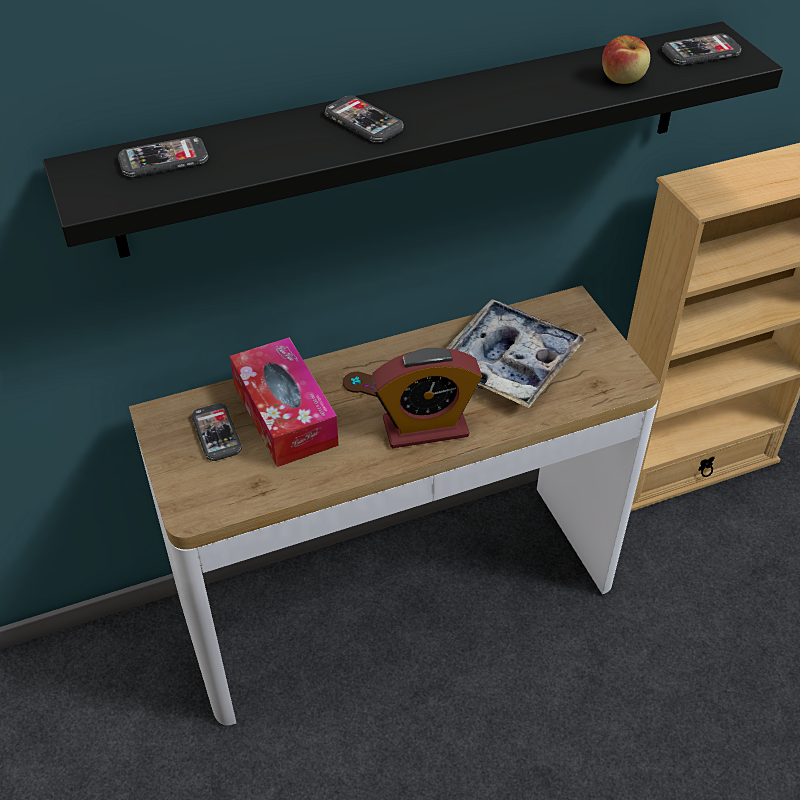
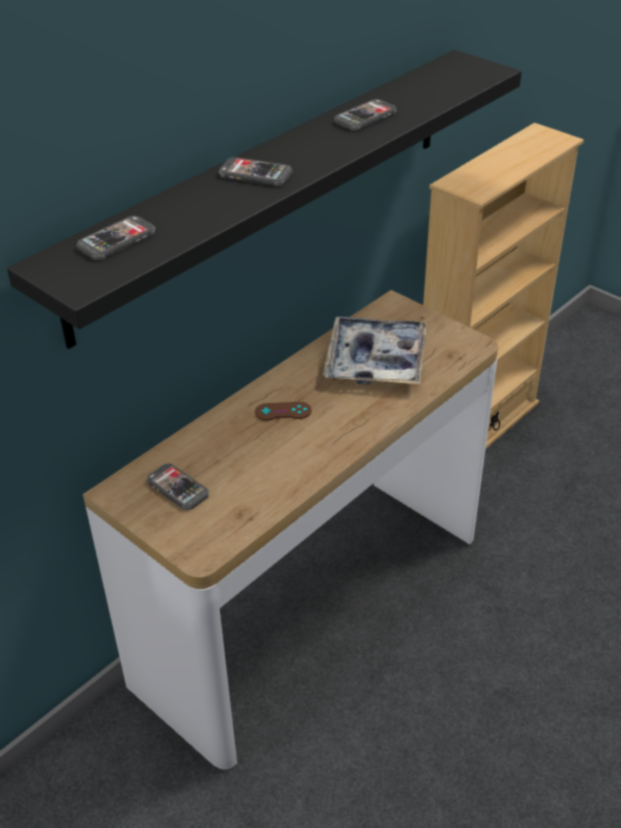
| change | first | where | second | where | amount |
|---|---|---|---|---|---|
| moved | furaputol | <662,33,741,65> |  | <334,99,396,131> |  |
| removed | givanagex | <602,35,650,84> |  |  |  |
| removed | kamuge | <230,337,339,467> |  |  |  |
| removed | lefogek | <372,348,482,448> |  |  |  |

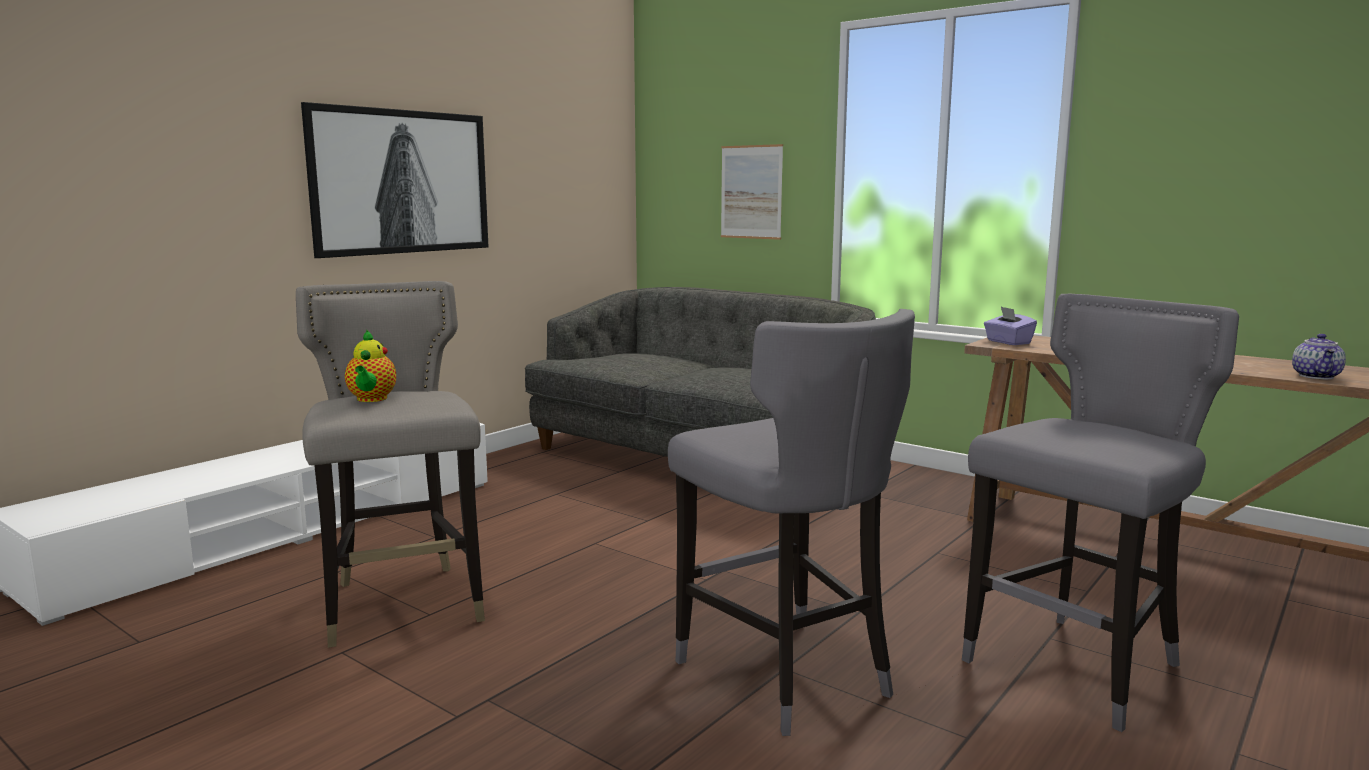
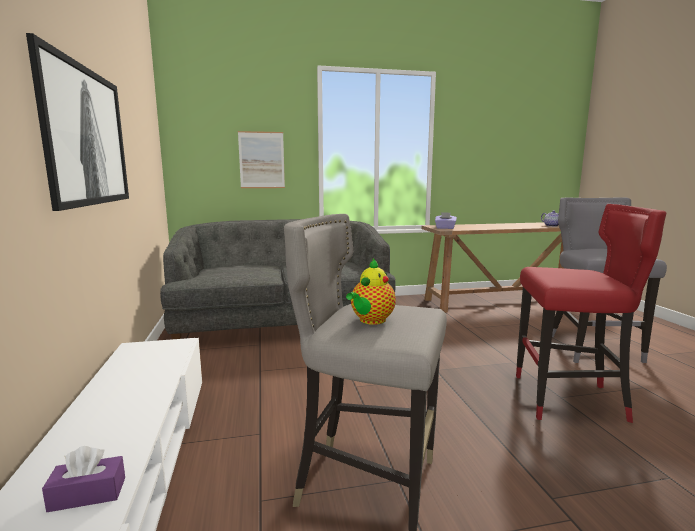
| change | first | where | second | where | amount |
|---|---|---|---|---|---|
| recoloured | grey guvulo | <668,309,915,736> | red guvulo | <516,204,666,423> |  |
| turned | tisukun | <345,330,396,402> |  | <346,259,396,325> | 90 degrees clockwise |
| added |  |  | purple kamuge | <42,446,125,512> |  |

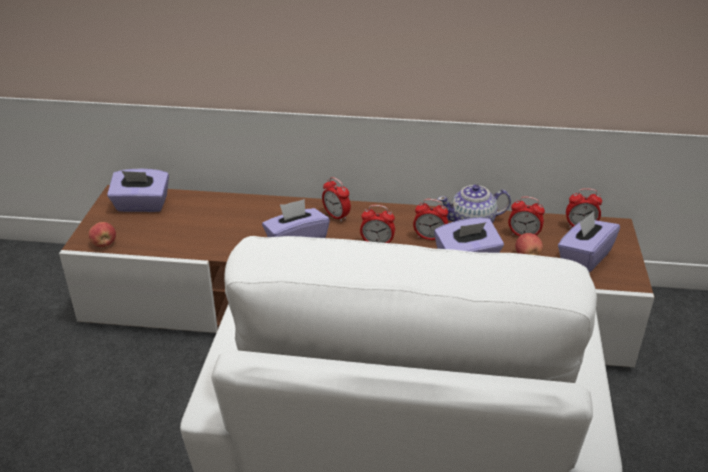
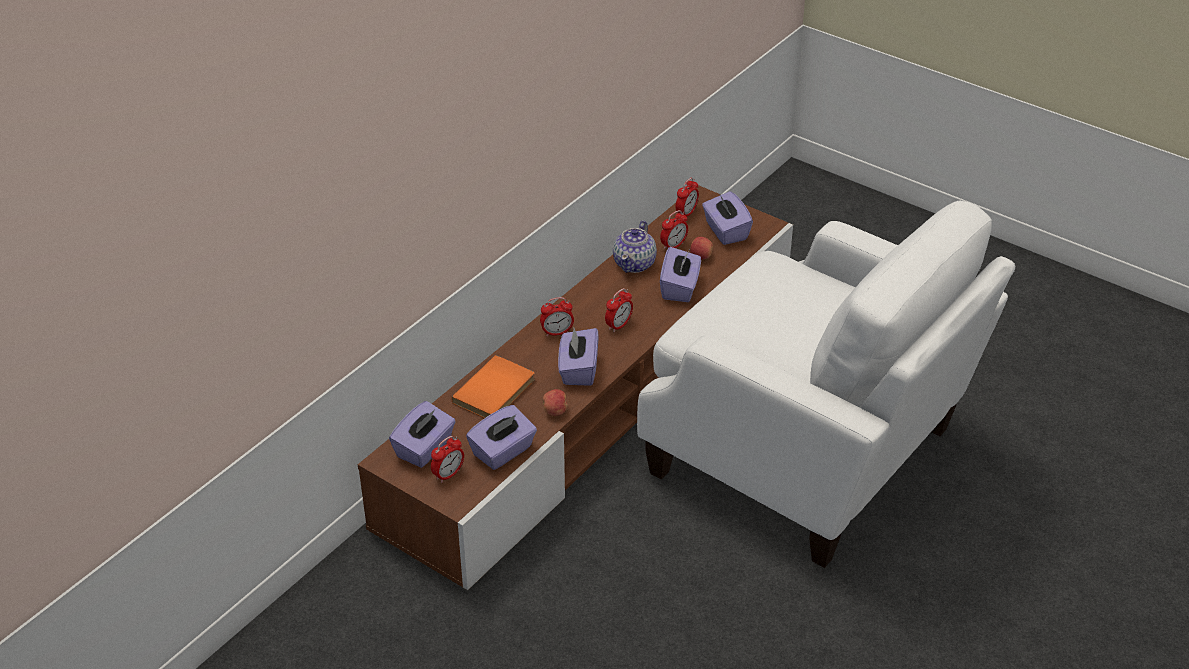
| change | first | where | second | where | amount |
|---|---|---|---|---|---|
| moved | lefogek | <413,199,448,240> |  | <431,436,464,483> |  |
| moved | givanagex | <89,222,116,247> |  | <543,389,568,416> |  |
| added |  |  | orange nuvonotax | <451,355,535,418> |  |
| added |  |  | purple kamuge | <466,405,537,470> |  |

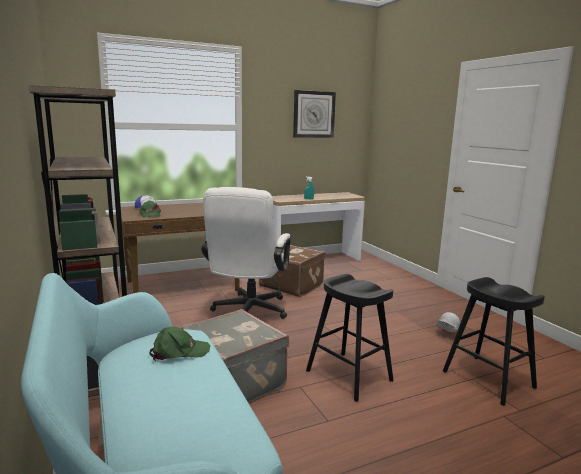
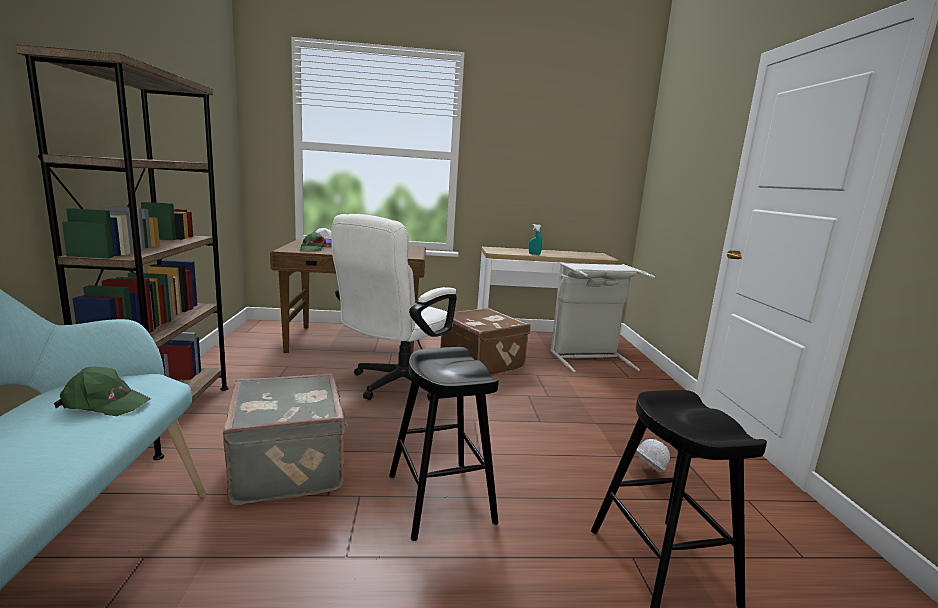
| change | first | where | second | where | amount |
|---|---|---|---|---|---|
| removed | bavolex | <293,90,336,138> |  |  |  |
| added |  |  | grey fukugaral | <550,262,655,373> |  |

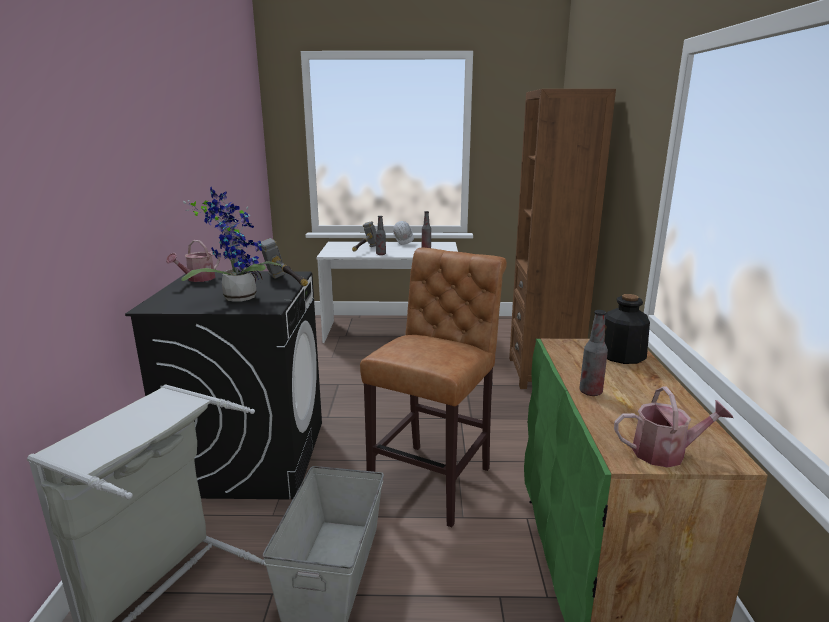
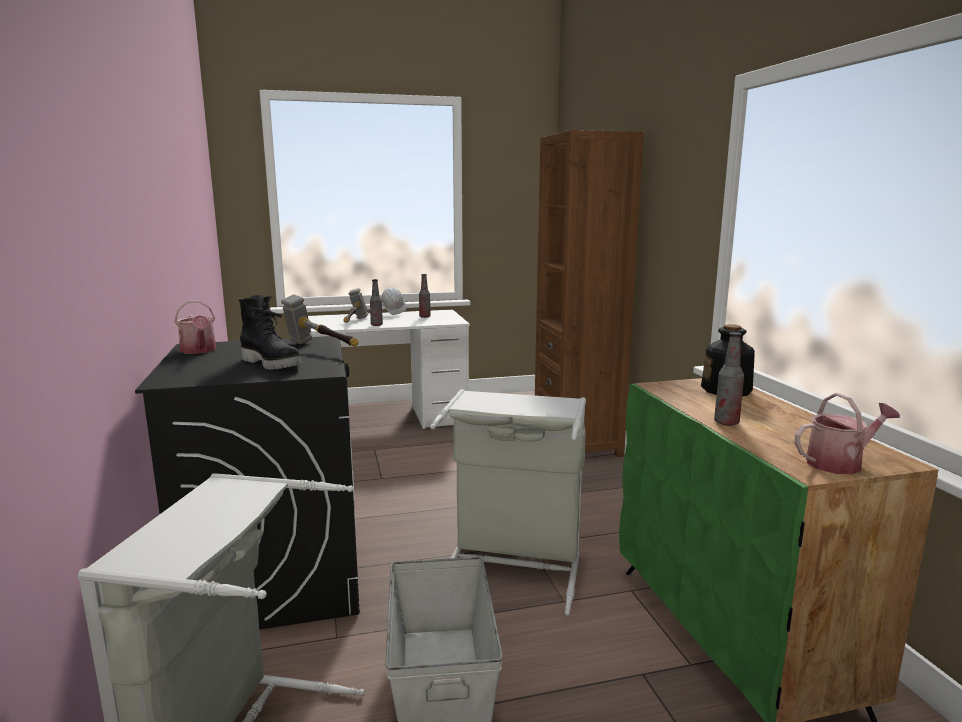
| change | first | where | second | where | amount |
|---|---|---|---|---|---|
| replaced | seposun | <182,186,283,302> | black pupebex | <239,295,302,370> |  |
| turned | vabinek | <166,240,220,282> |  | <174,301,216,354> | 45 degrees counterclockwise |
| replaced | brown guvulo | <360,248,507,527> | grey fukugaral | <430,389,586,616> |  |

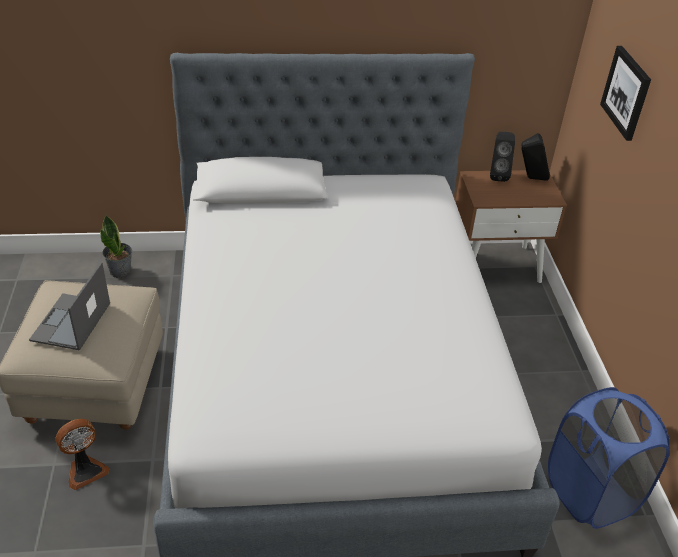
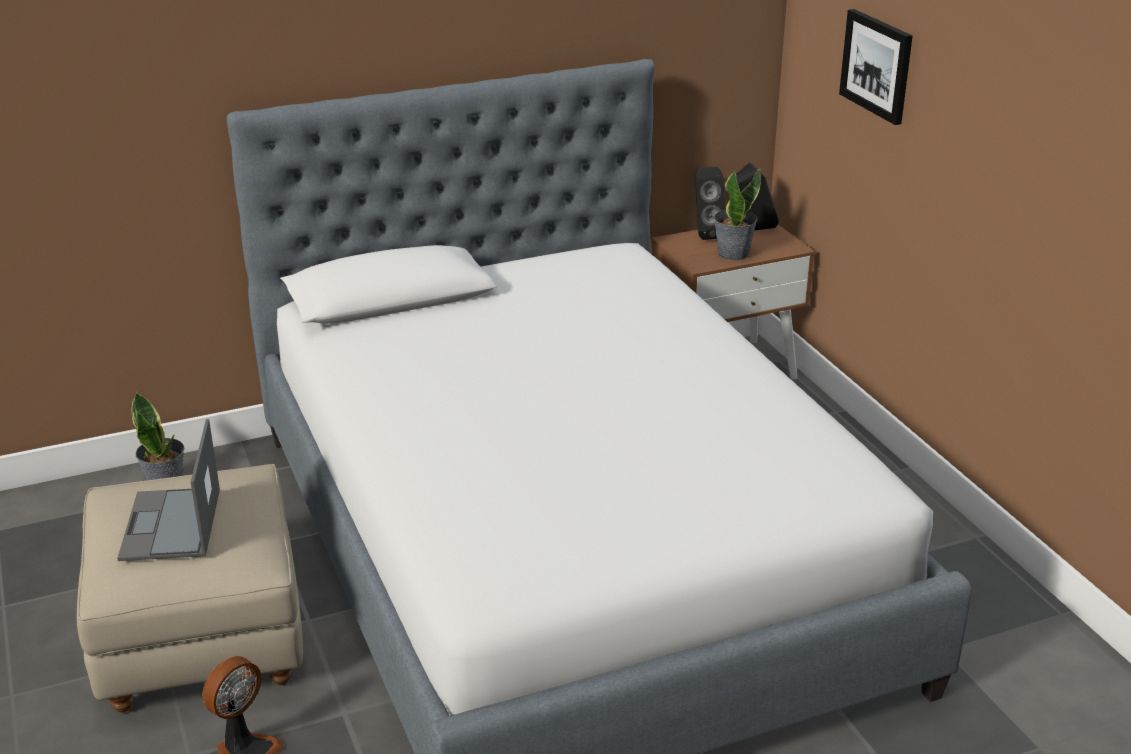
| change | first | where | second | where | amount |
|---|---|---|---|---|---|
| removed | blue fukugaral | <548,387,670,529> |  |  |  |
| added |  |  | seposun | <714,168,761,261> |  |

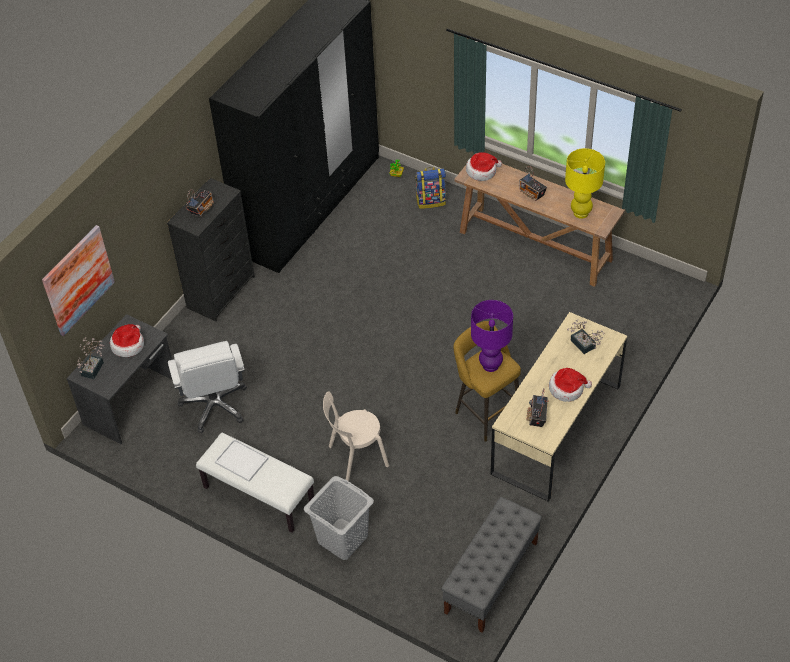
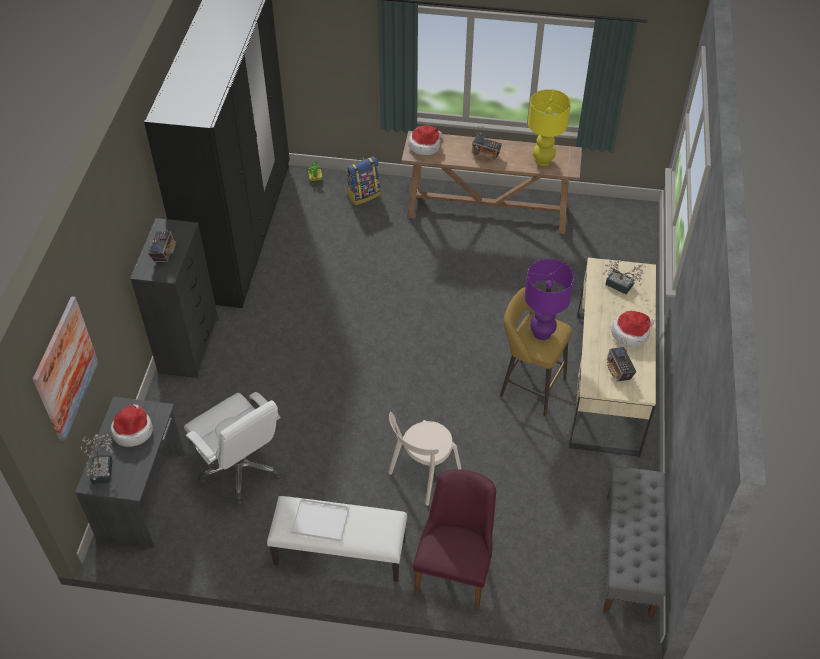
| change | first | where | second | where | amount |
|---|---|---|---|---|---|
| replaced | grey fukugaral | <304,476,374,560> | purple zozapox | <412,469,496,610> |  |

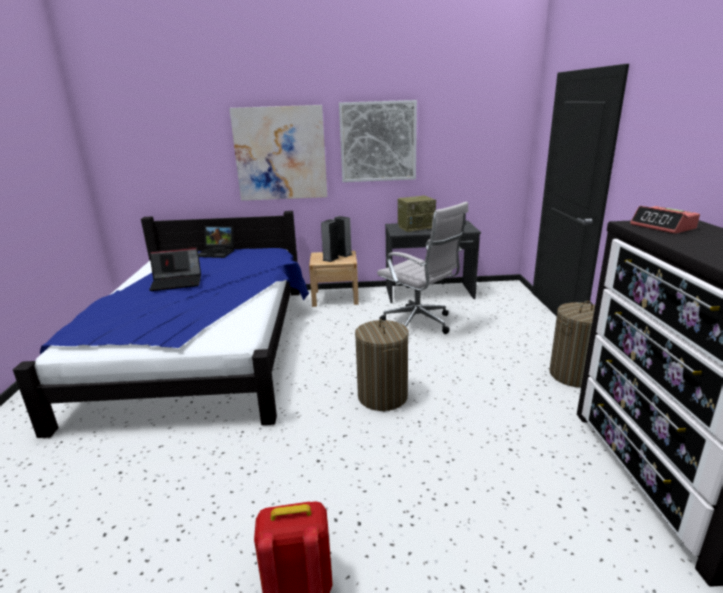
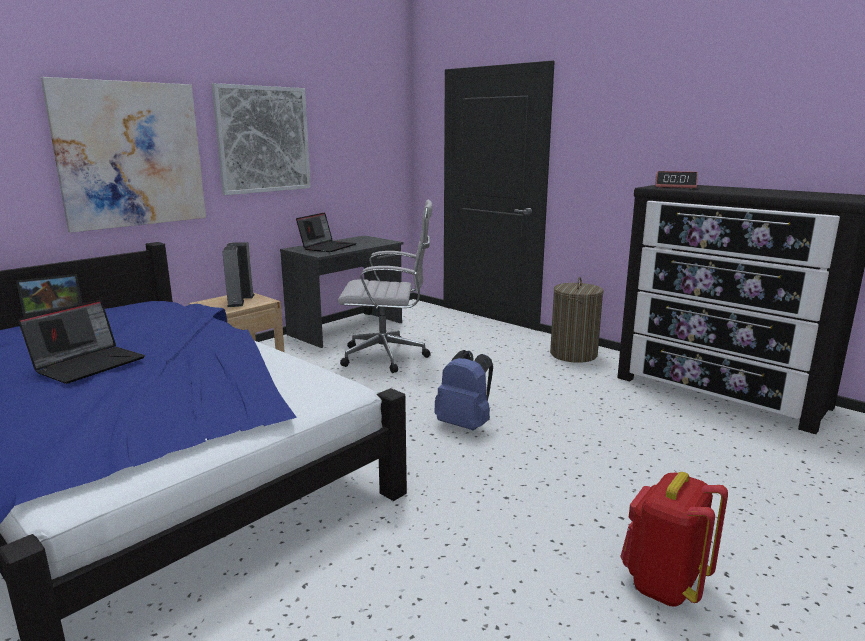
| change | first | where | second | where | amount |
|---|---|---|---|---|---|
| replaced | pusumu | <398,195,436,232> | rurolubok | <296,212,356,252> |  |
| replaced | fukugaral | <355,319,409,411> | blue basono | <434,350,493,430> |  |

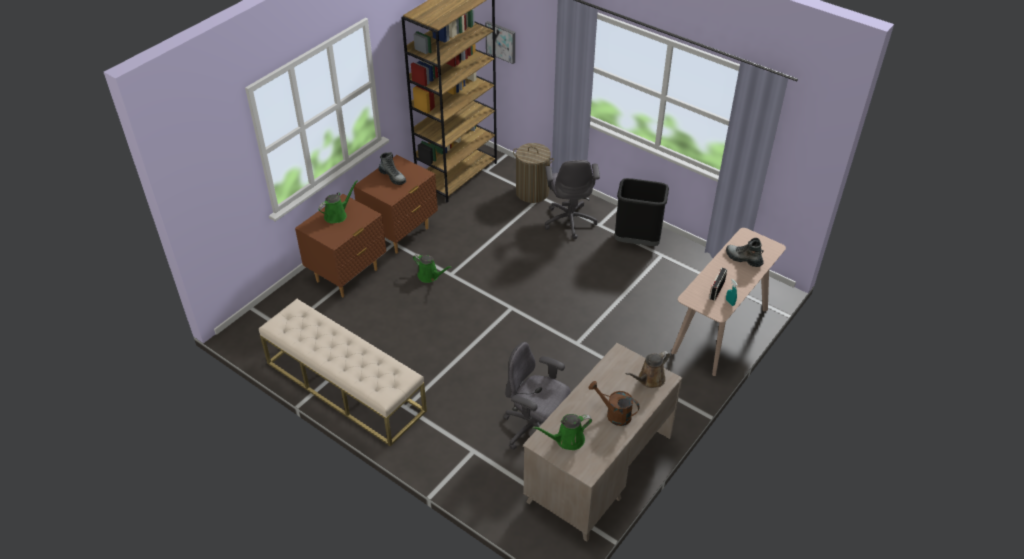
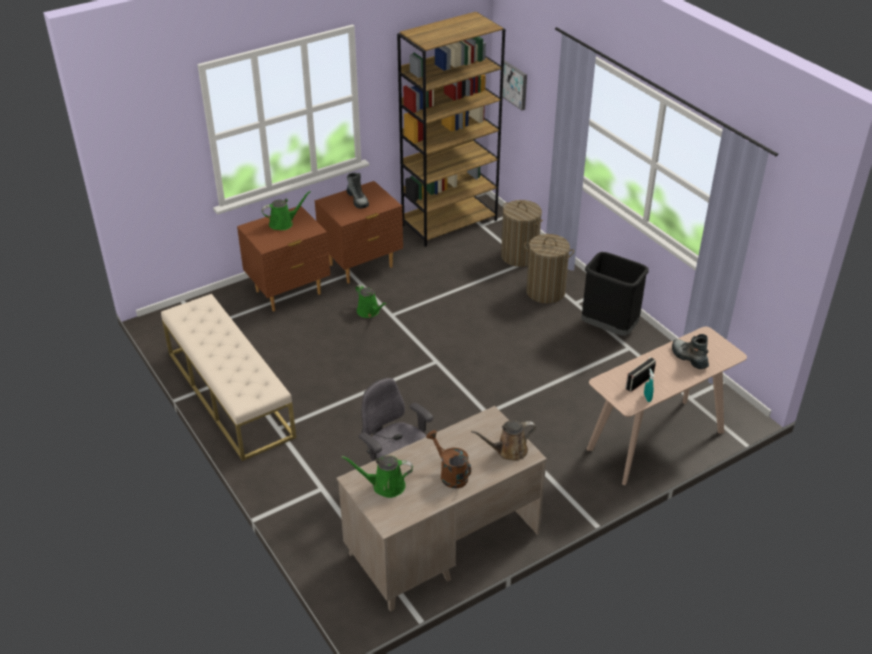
| change | first | where | second | where | amount |
|---|---|---|---|---|---|
| replaced | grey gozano | <545,160,600,239> | fukugaral | <524,234,574,304> |  |

